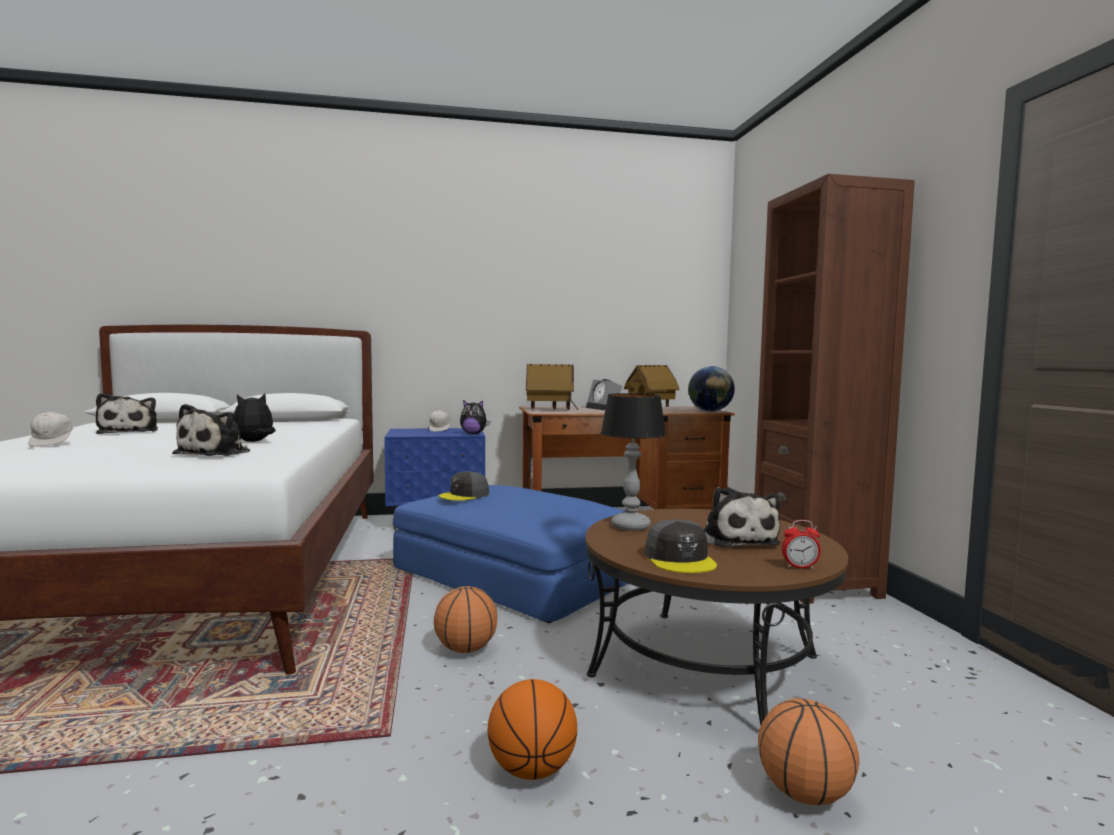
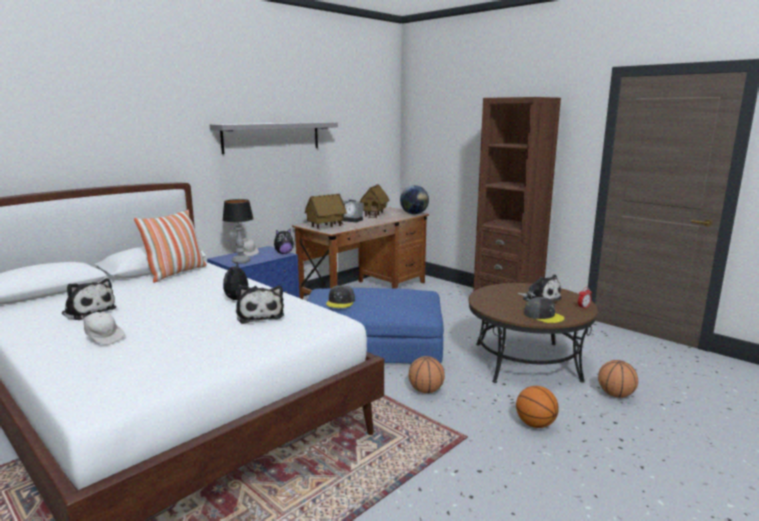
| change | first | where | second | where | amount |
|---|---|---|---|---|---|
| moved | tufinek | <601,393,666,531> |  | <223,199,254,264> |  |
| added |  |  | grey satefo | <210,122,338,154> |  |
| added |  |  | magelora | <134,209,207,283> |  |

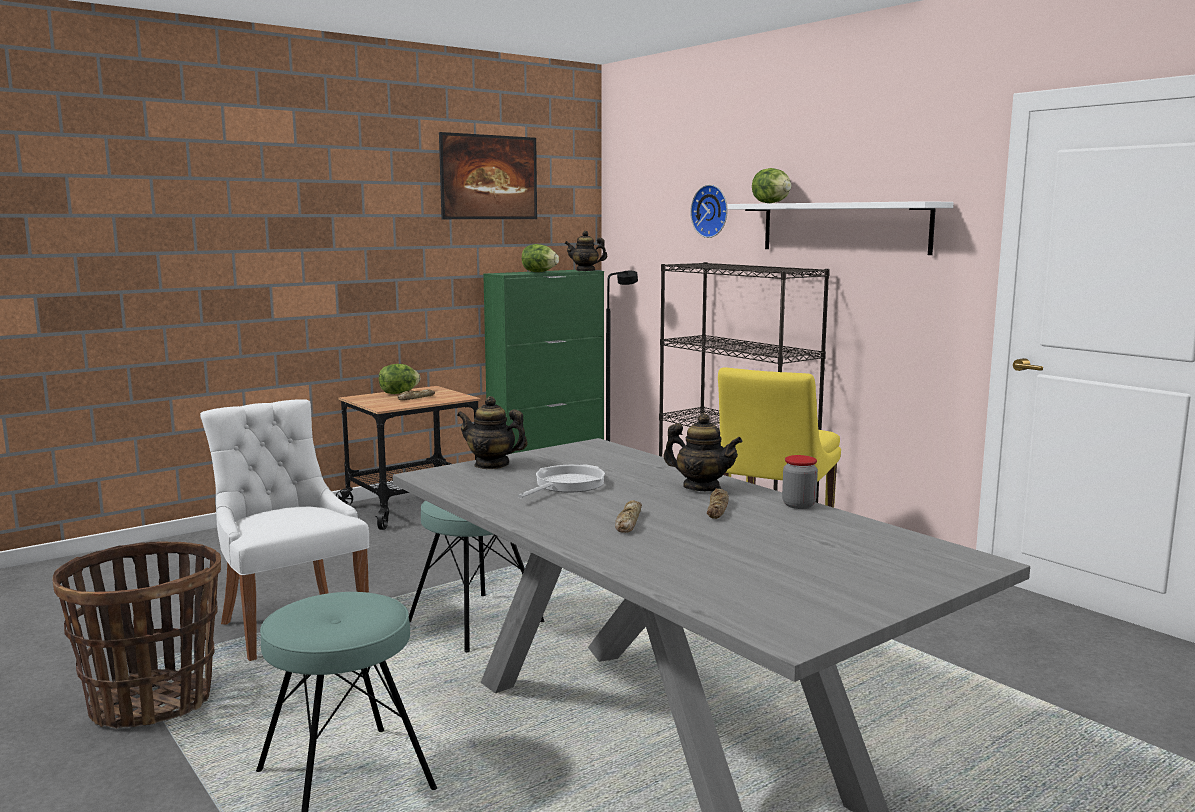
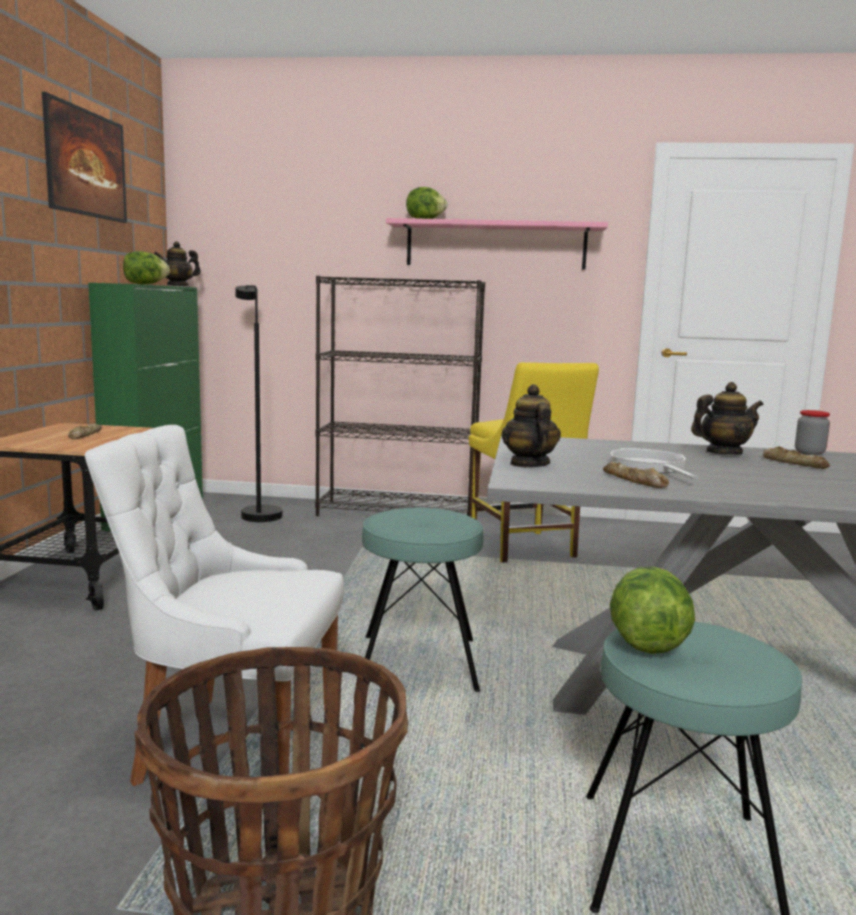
| change | first | where | second | where | amount |
|---|---|---|---|---|---|
| removed | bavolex | <690,185,728,238> |  |  |  |
| recoloured | white satefo | <728,201,954,255> | pink satefo | <386,218,608,270> |  |
| moved | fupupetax | <379,364,420,394> |  | <610,566,695,654> |  |
| turned | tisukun | <457,396,528,469> |  | <501,384,561,467> | 105 degrees clockwise |
| moved | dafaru | <615,500,642,533> |  | <603,462,669,488> |  |

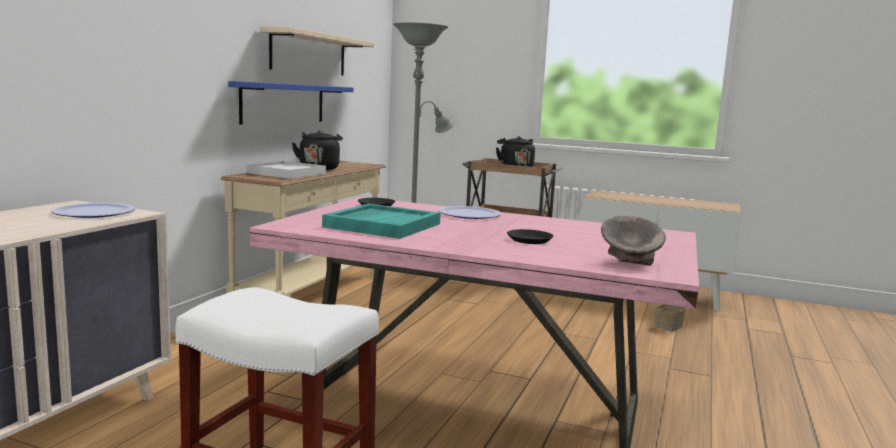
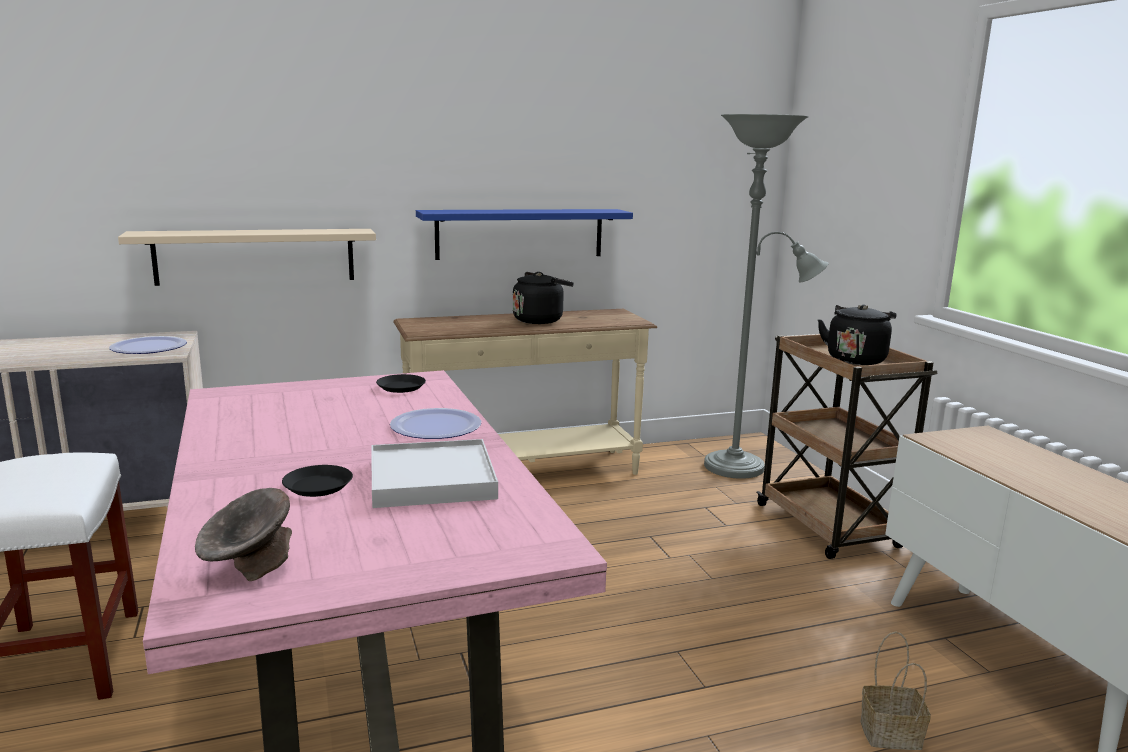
| change | first | where | second | where | amount |
|---|---|---|---|---|---|
| moved | beige satefo | <260,26,374,76> |  | <118,229,376,286> |  |
| moved | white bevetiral | <247,161,326,179> |  | <372,439,498,508> |  |
| removed | turquoise bevetiral | <322,204,441,239> |  |  |  |

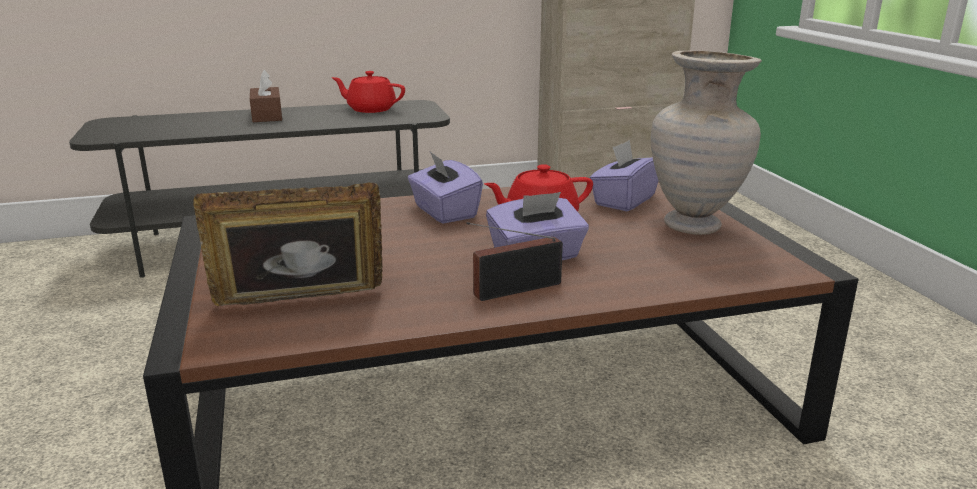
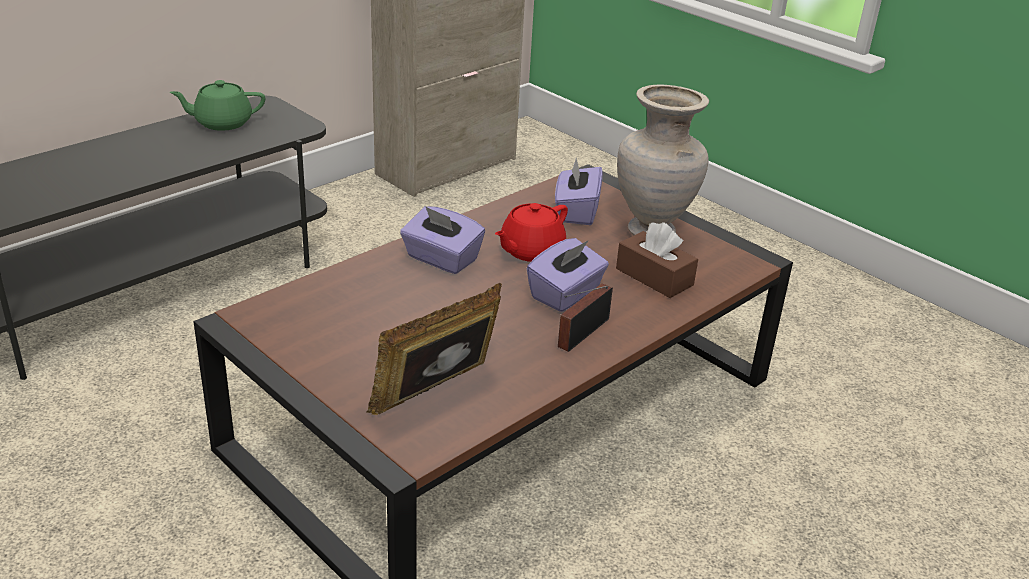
| change | first | where | second | where | amount |
|---|---|---|---|---|---|
| moved | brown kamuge | <250,70,282,122> |  | <616,222,698,298> |  |
| recoloured | red tisukun | <331,71,405,113> | green tisukun | <170,80,265,131> |  |

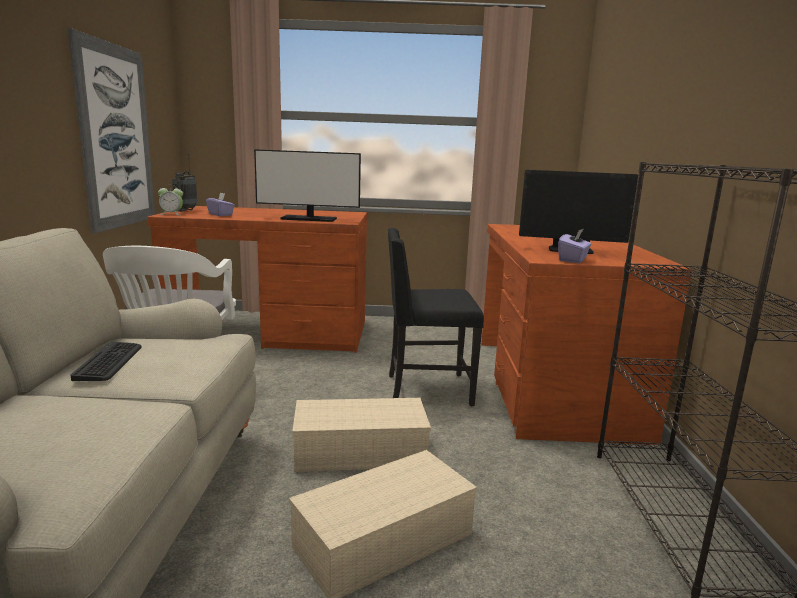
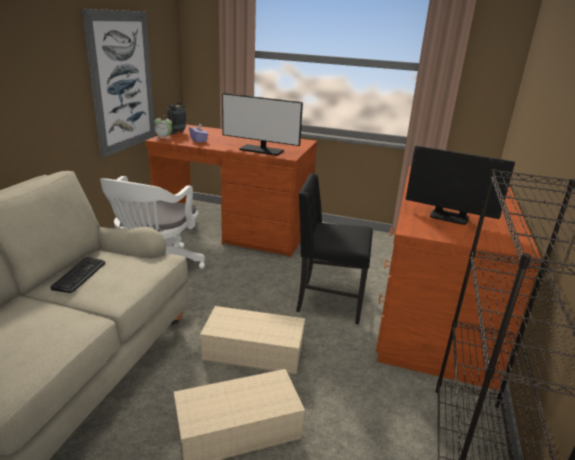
| change | first | where | second | where | amount |
|---|---|---|---|---|---|
| removed | purple kamuge | <558,229,591,263> |  |  |  |

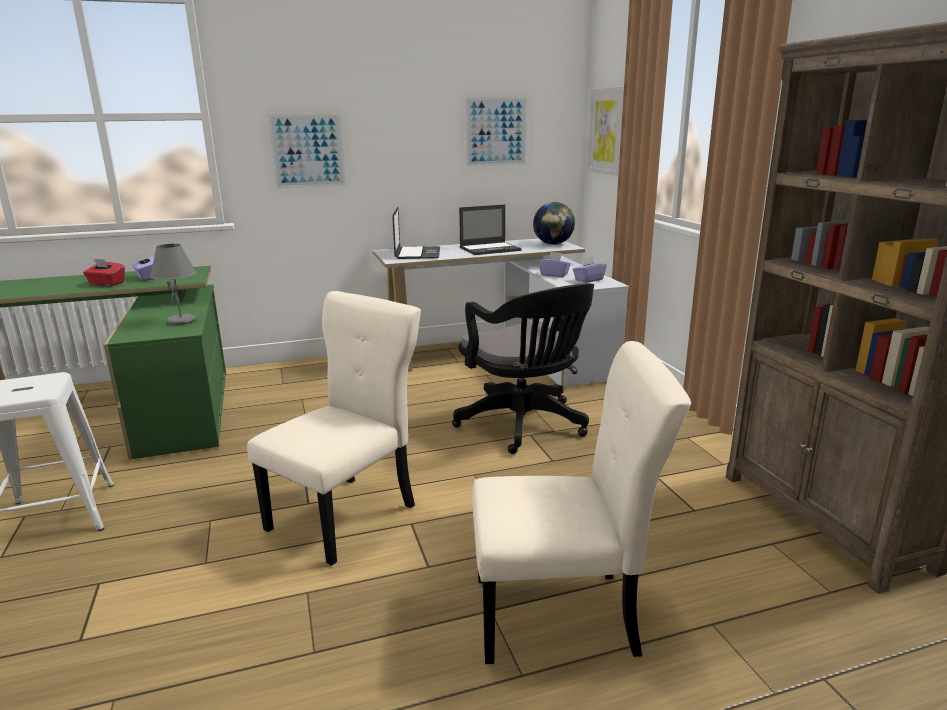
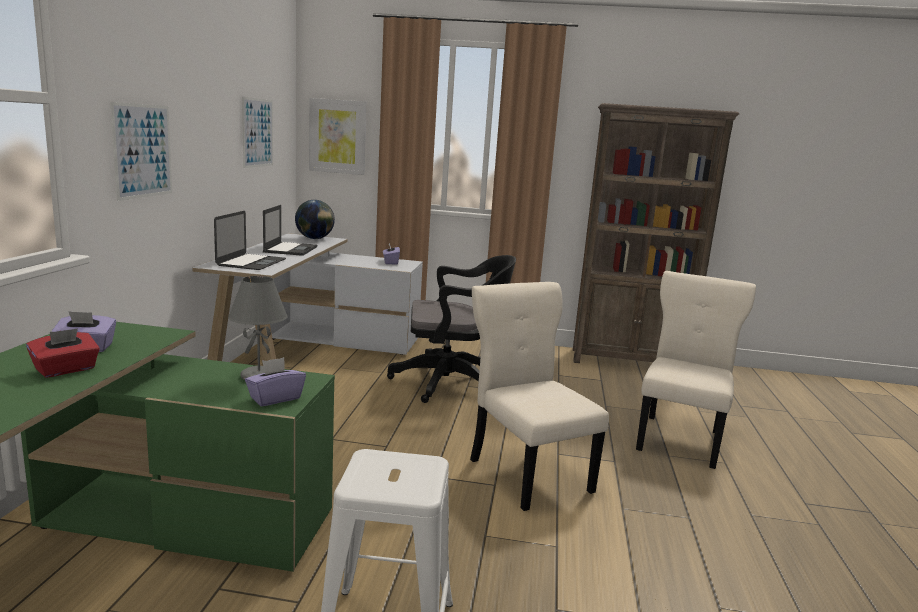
| change | first | where | second | where | amount |
|---|---|---|---|---|---|
| turned | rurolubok | <392,207,440,259> |  | <214,211,286,270> | 75 degrees clockwise |
| moved | purple kamuge | <538,252,571,277> |  | <245,357,306,406> |  |

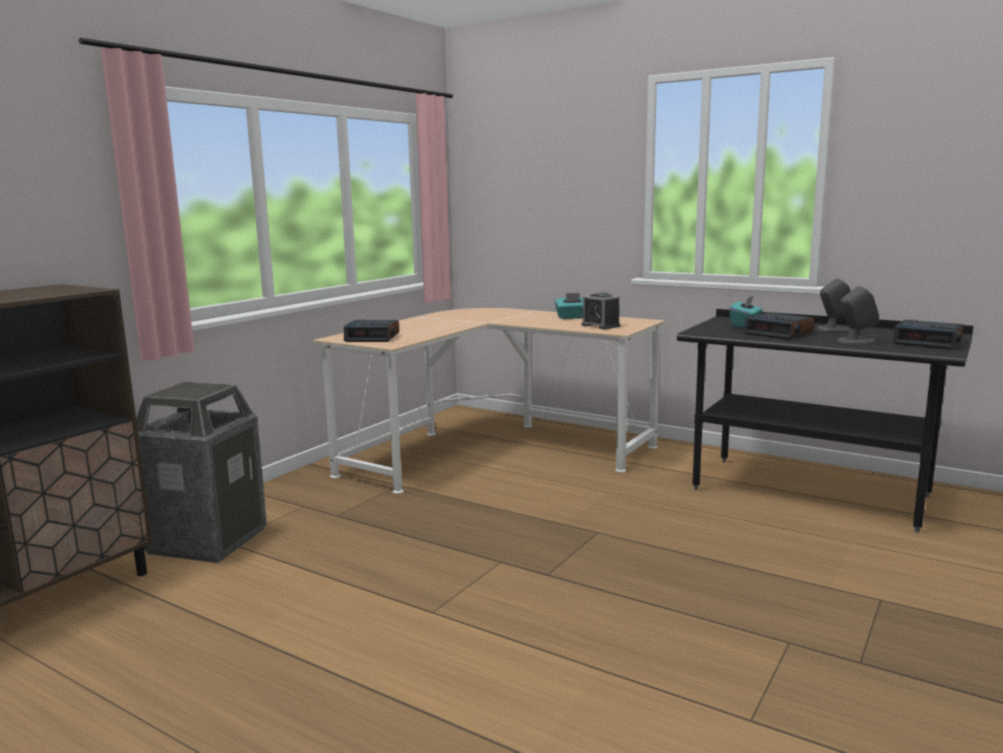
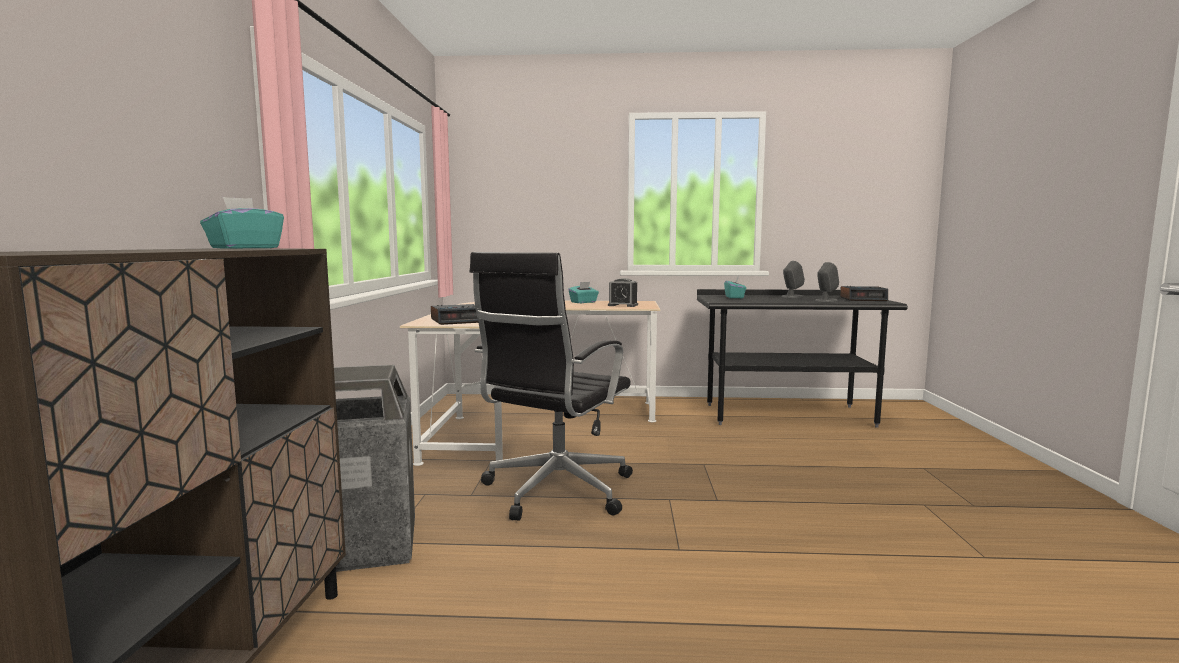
| change | first | where | second | where | amount |
|---|---|---|---|---|---|
| removed | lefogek | <743,312,814,340> |  |  |  |
| added |  |  | turquoise kamuge | <200,197,284,249> |  |
| added |  |  | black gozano | <470,252,633,521> |  |

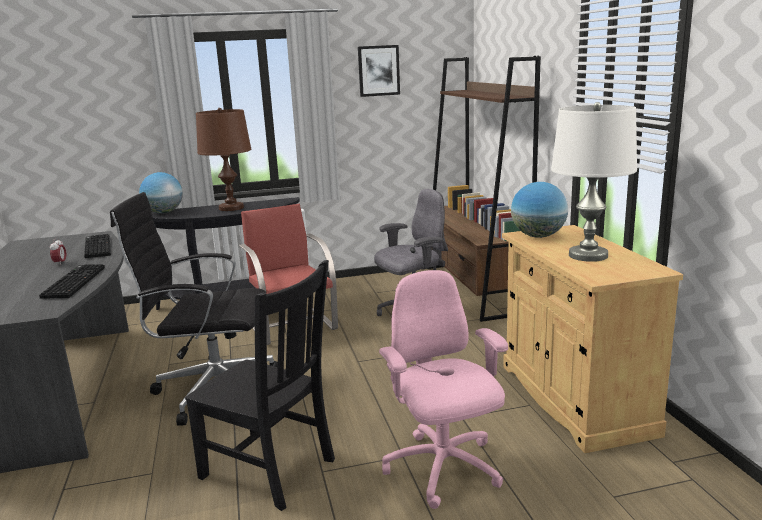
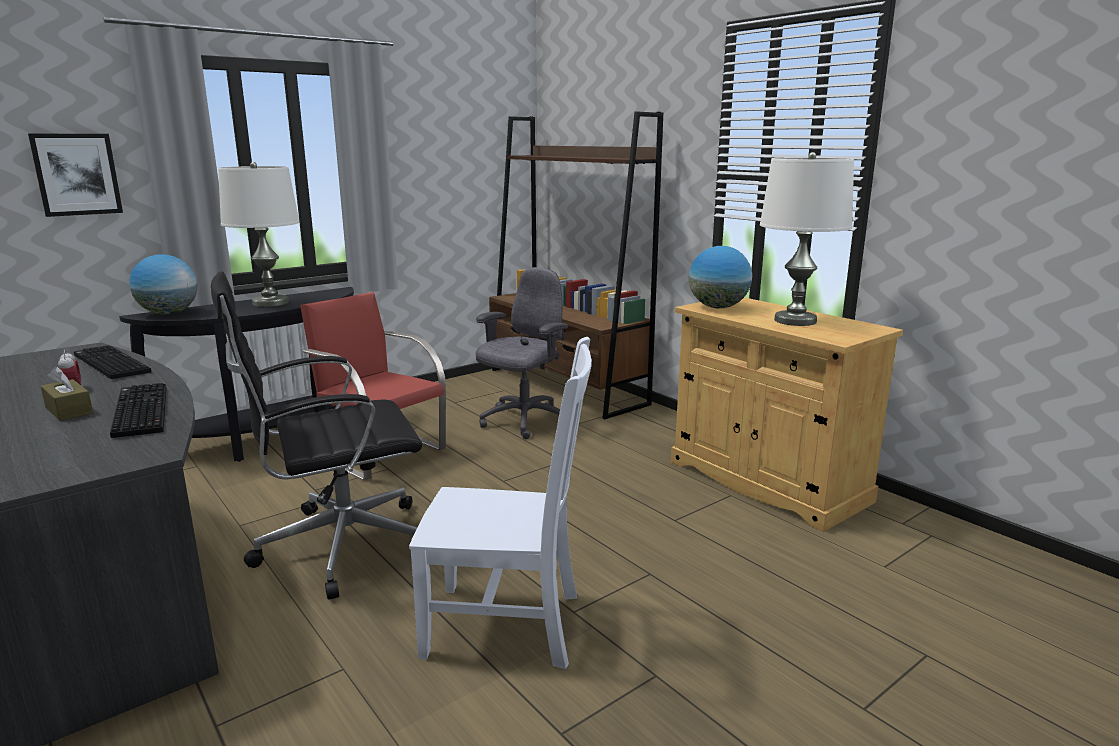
| change | first | where | second | where | amount |
|---|---|---|---|---|---|
| moved | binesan | <358,45,400,97> |  | <28,134,123,217> |  |
| recoloured | brown tufinek | <196,108,251,211> | white tufinek | <218,162,300,307> |  |
| recoloured | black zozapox | <185,260,335,511> | white zozapox | <409,337,592,669> |  |
| removed | pink gozano | <379,270,508,509> |  |  |  |
| added |  |  | brown kamuge | <41,367,93,421> |  |

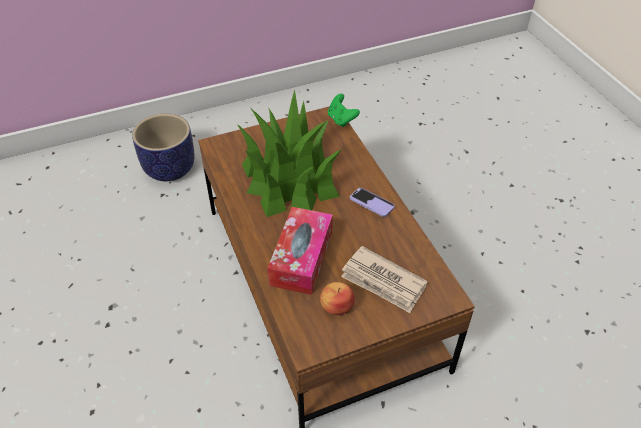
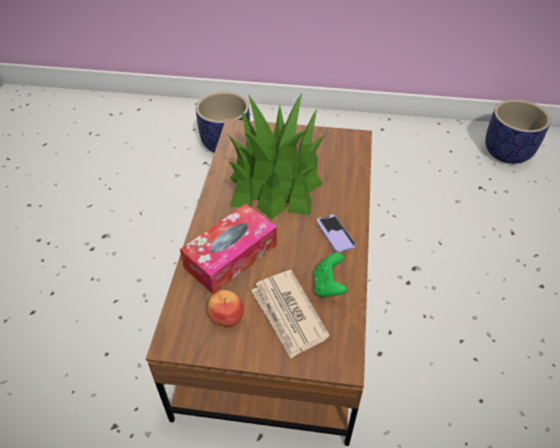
| change | first | where | second | where | amount |
|---|---|---|---|---|---|
| moved | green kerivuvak | <328,94,360,127> |  | <314,253,347,298> |  |
| added |  |  | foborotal | <485,100,551,164> |  |

